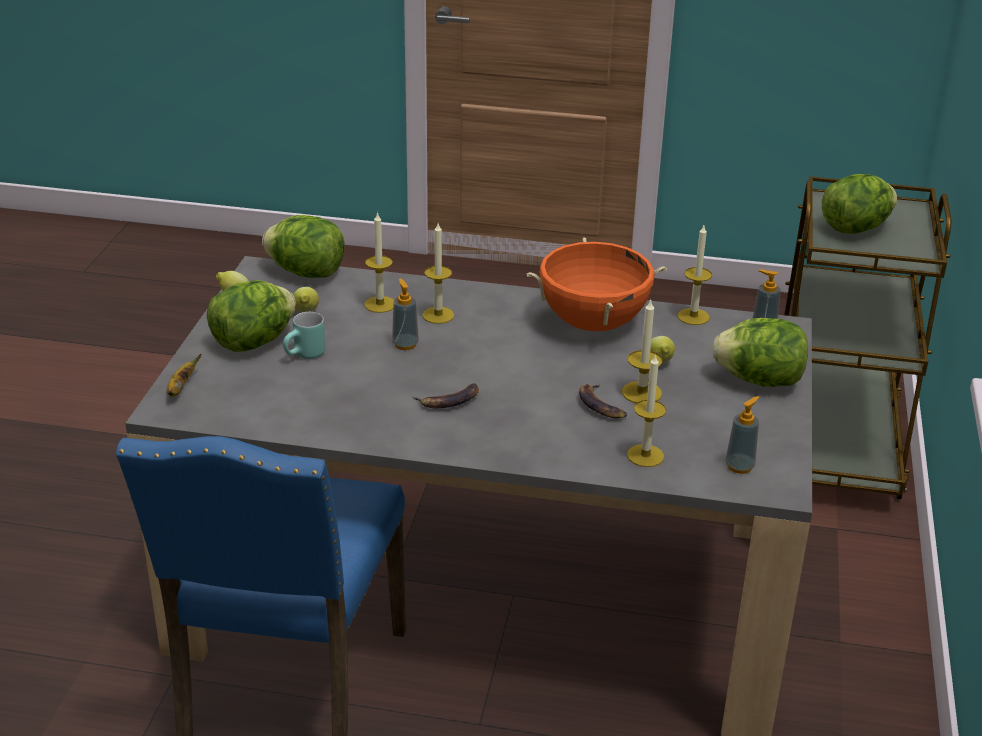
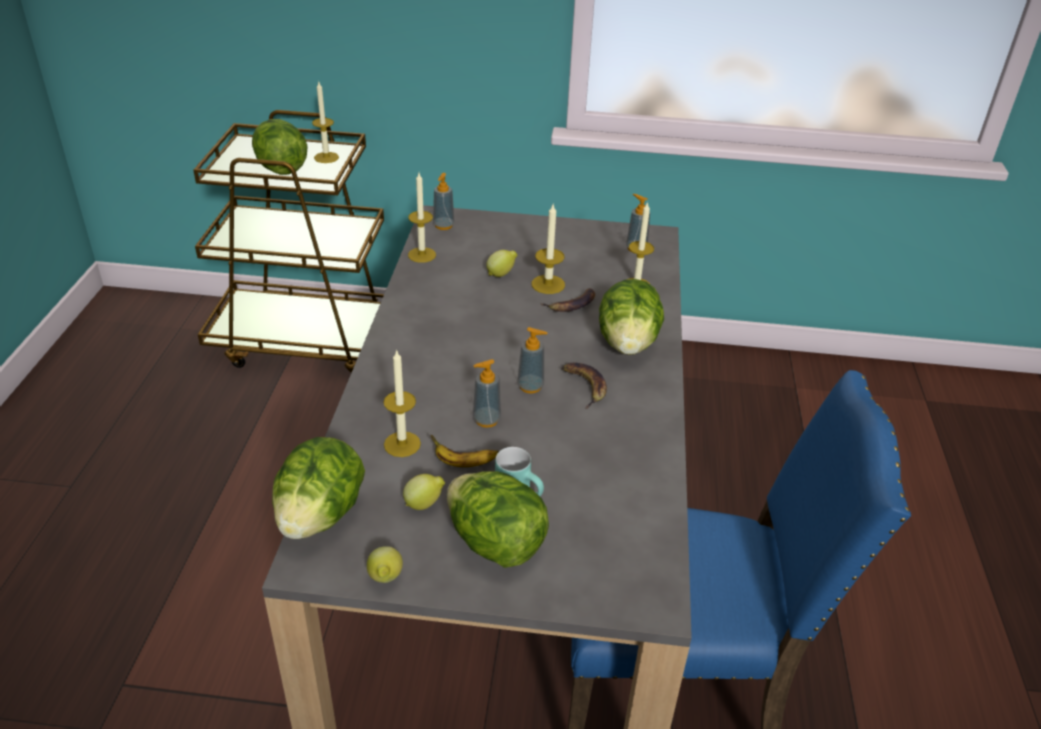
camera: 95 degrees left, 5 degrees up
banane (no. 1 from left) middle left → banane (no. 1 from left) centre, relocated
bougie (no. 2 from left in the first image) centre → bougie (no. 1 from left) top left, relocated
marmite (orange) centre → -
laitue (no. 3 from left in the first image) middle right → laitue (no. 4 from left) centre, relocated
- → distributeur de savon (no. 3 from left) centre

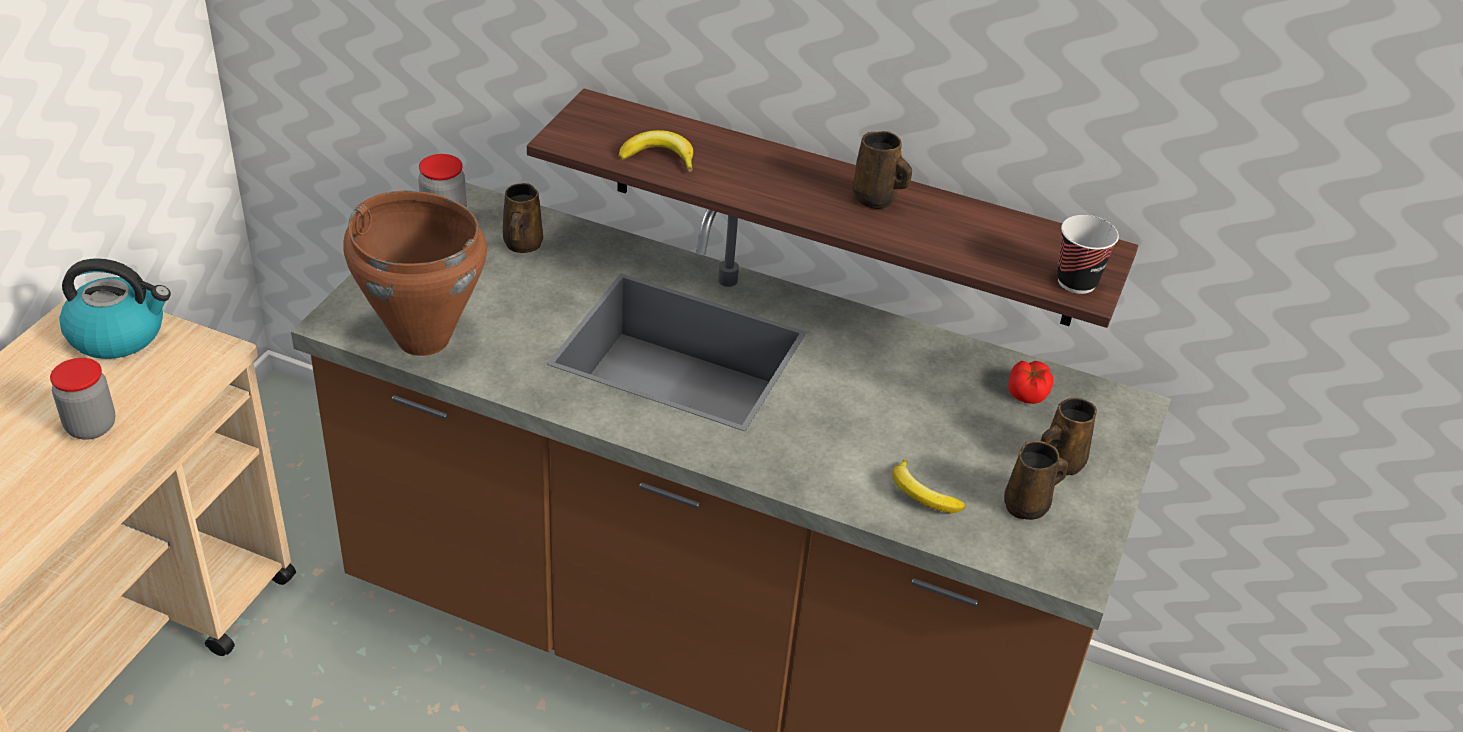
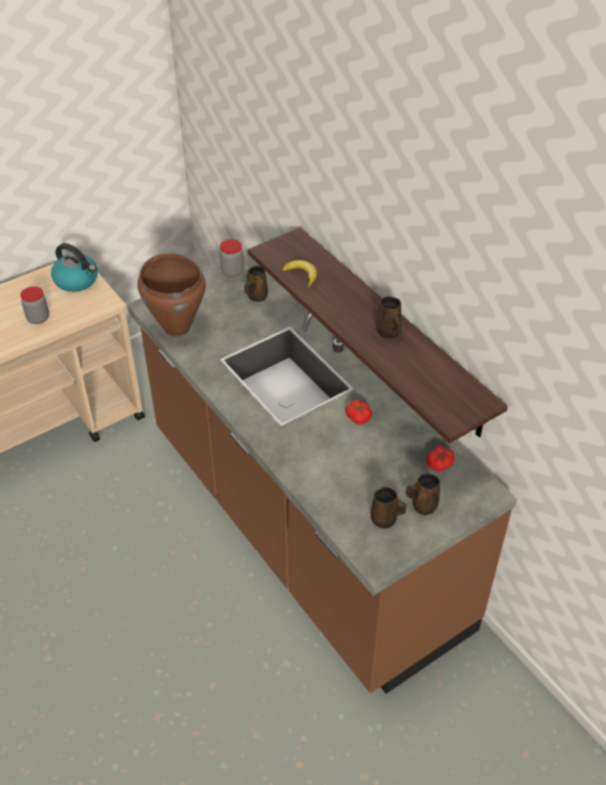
camera: 35 degrees right, 5 degrees up
banane (no. 2 from left) centre → -
tasse middle right → -
- → tomate (no. 1 from left) centre

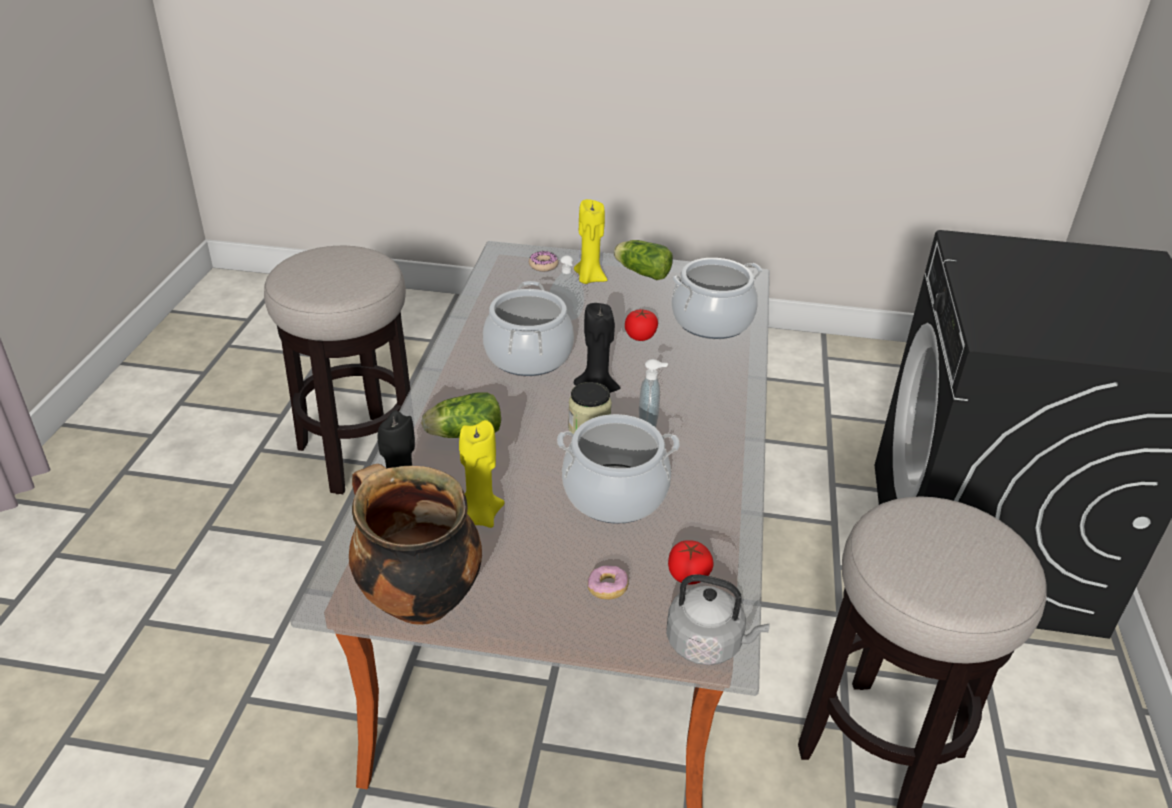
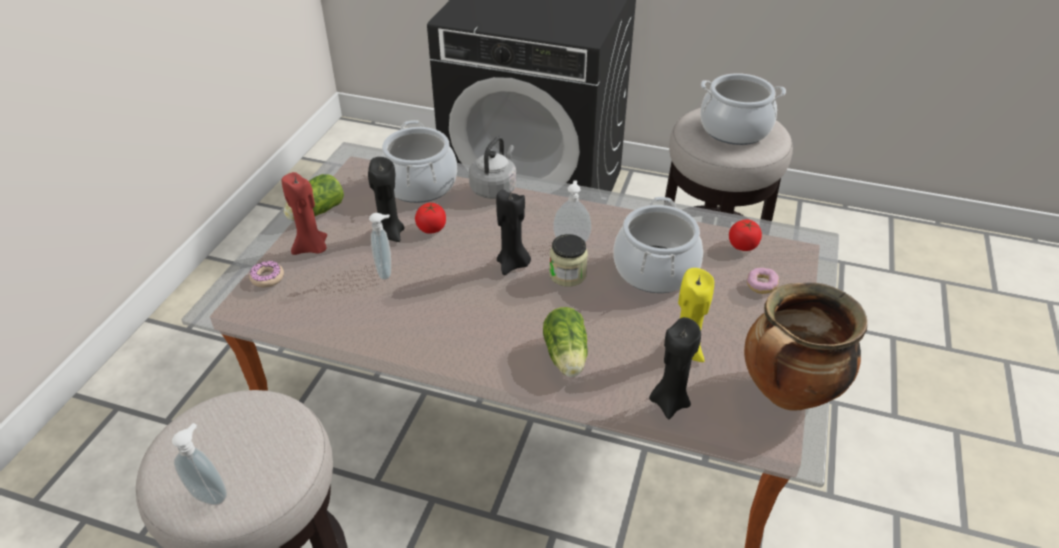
camera: 80 degrees left, 5 degrees up
marmite (no. 2 from left in the first image) centre → marmite (no. 3 from left) top right, relocated
bougie (jaune) (no. 2 from left) top centre → bougie (rouge) middle left
bouilloire (gris) bottom centre → bouilloire (gris) top centre, relocated
- → distributeur de savon (no. 1 from left) bottom left
- → bougie (noir) (no. 1 from left) centre

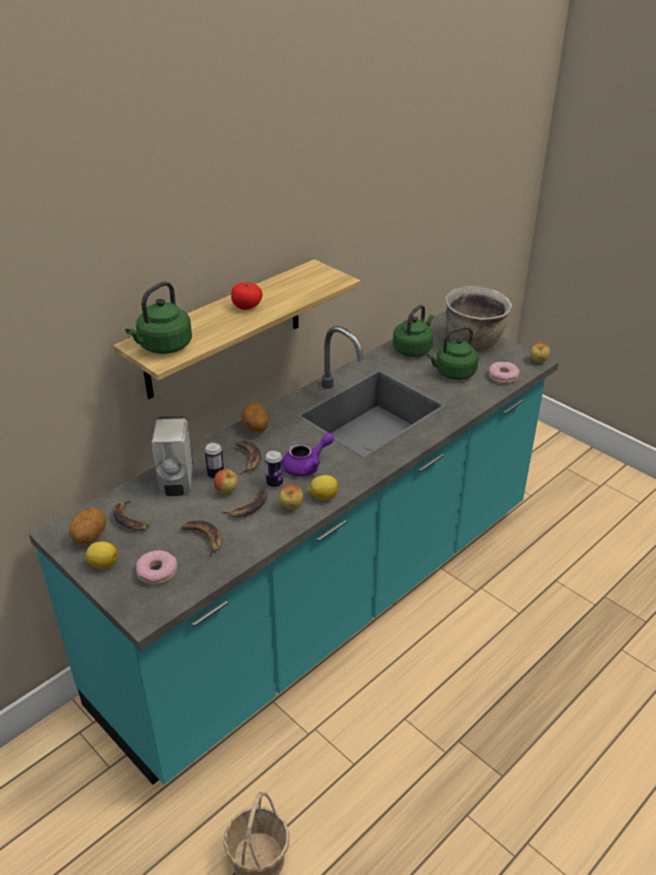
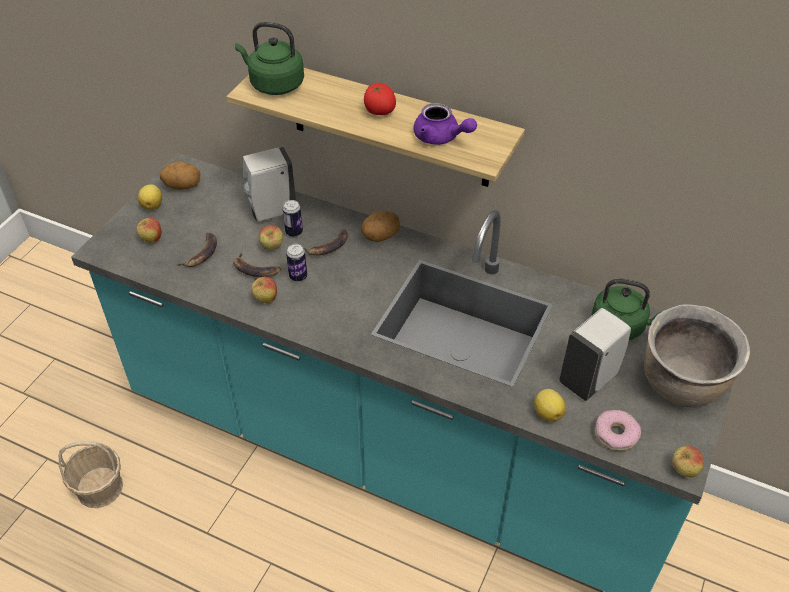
camera: 70 degrees right, 10 degrees up
banane (no. 1 from left) middle left → -
beignet (no. 1 from left) middle left → pomme (no. 1 from left) middle left
théière (violet) centre → théière (violet) top centre, relocated
citron (no. 2 from left) centre → citron (no. 2 from left) bottom right, relocated
bouilloire (vert) (no. 3 from left) middle right → distributeur de savon (blanc) (no. 2 from left) middle right

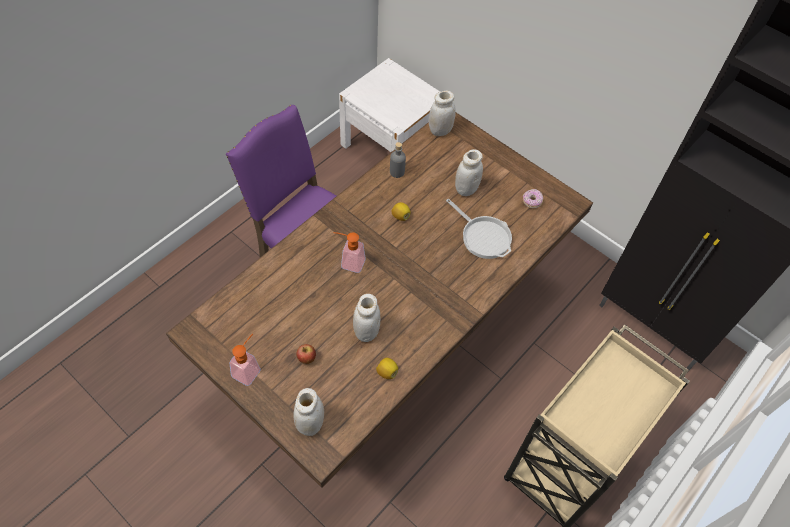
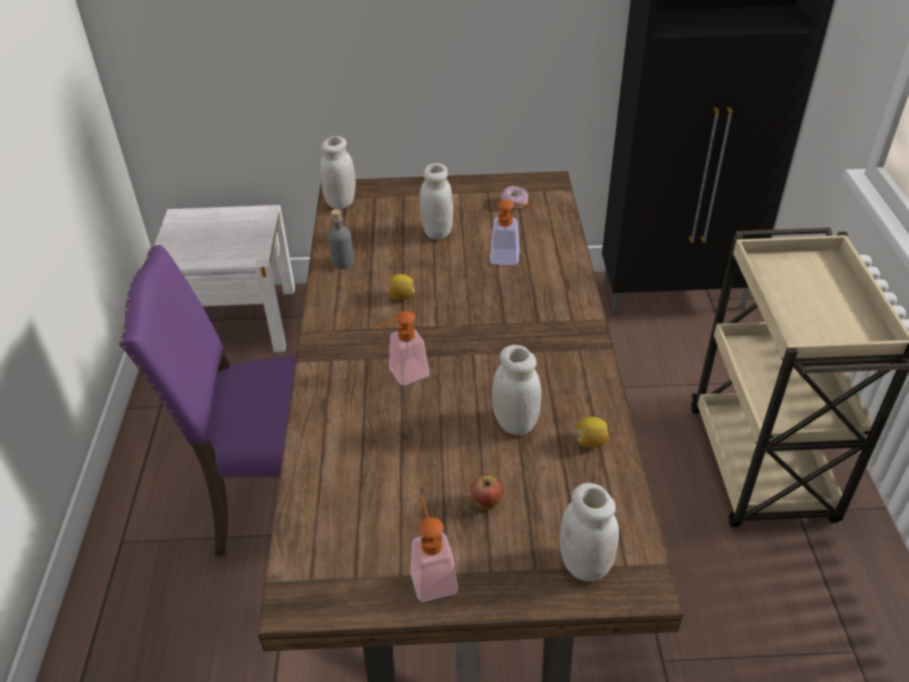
camera: 40 degrees left, 15 degrees down
poêle centre → distributeur de savon (no. 3 from left) centre

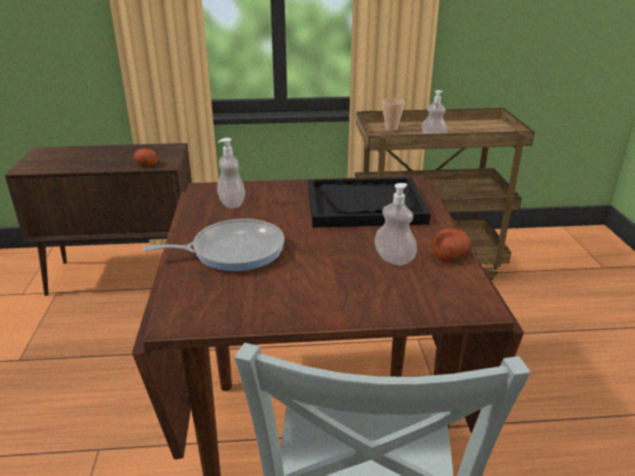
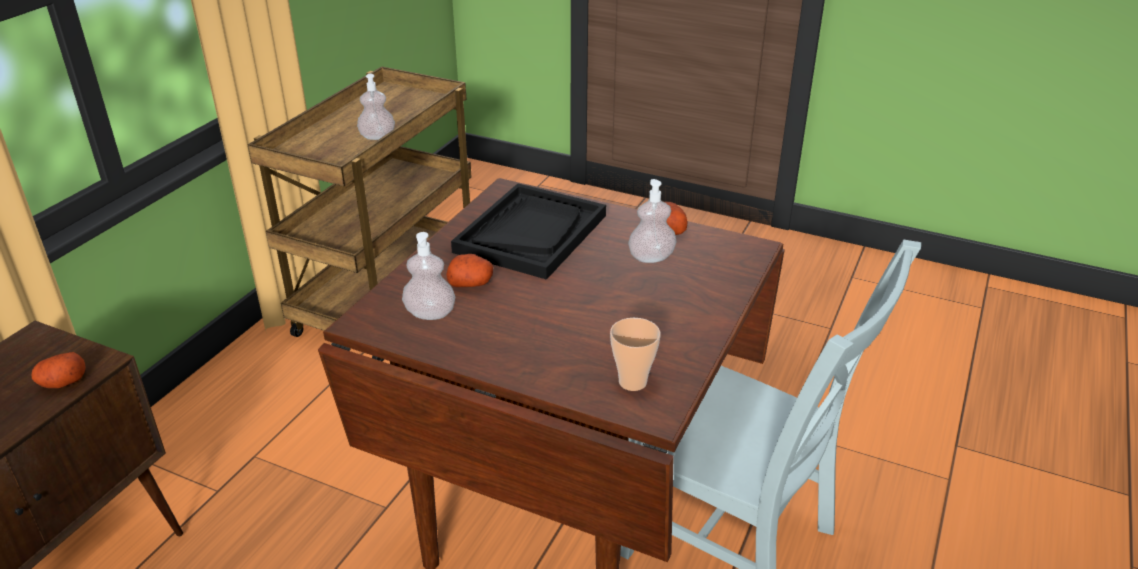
camera: 60 degrees left, 5 degrees up
poêle centre → -
tasse top centre → tasse centre, relocated
- → pomme de terre (no. 2 from left) centre

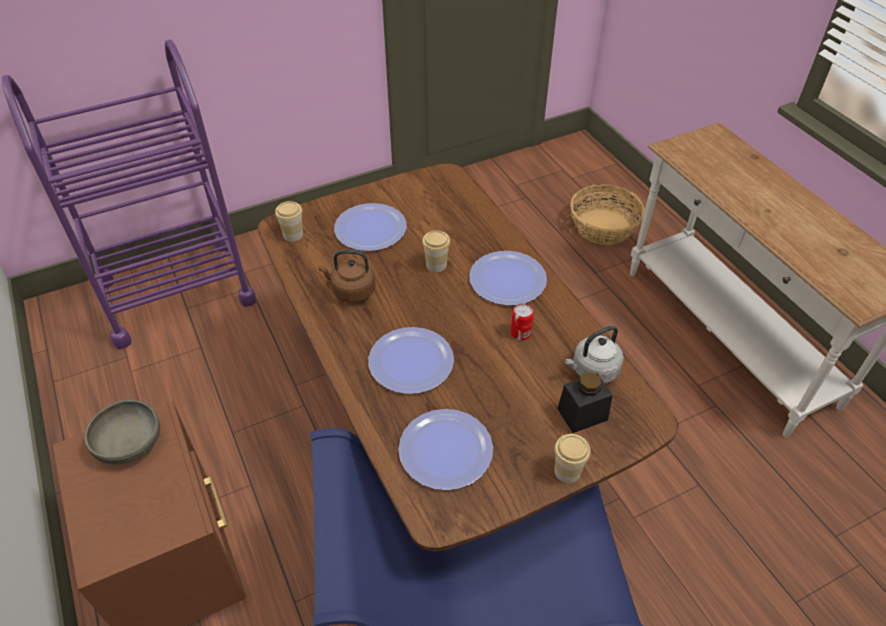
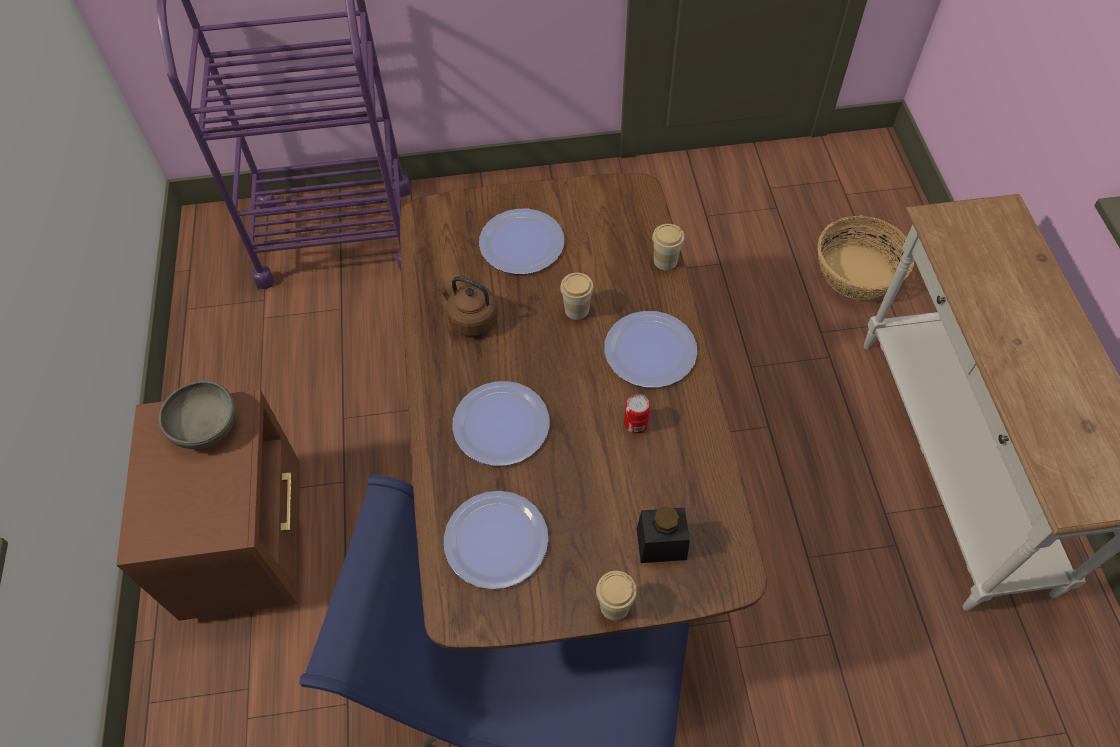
camera: 20 degrees right, 10 degrees up
tasse (no. 1 from left in the first image) middle left → tasse (no. 3 from left) top centre, relocated
bouilloire (gris) middle right → -

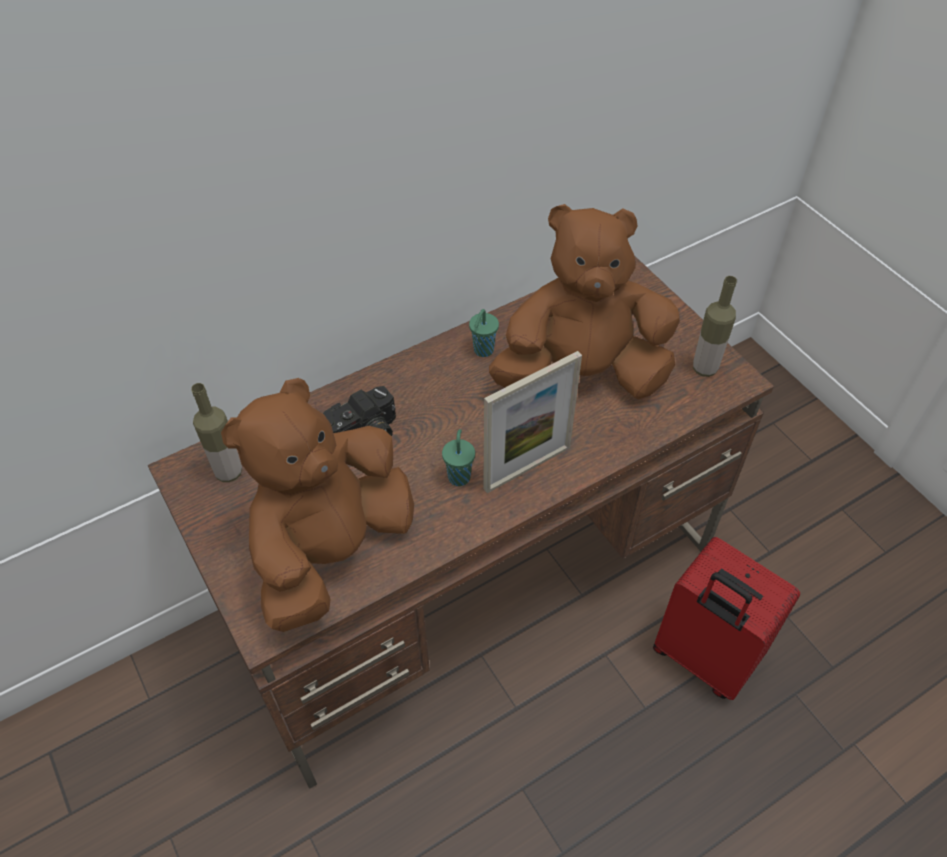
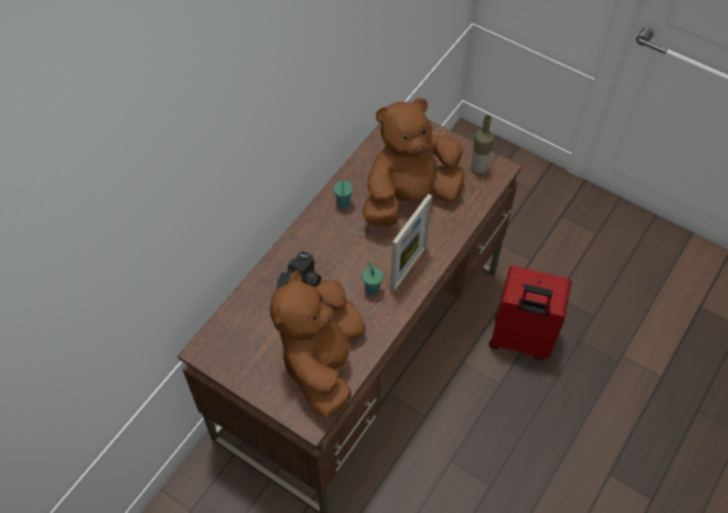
camera: 25 degrees left, 5 degrees up
bouteille (no. 1 from left) middle left → -

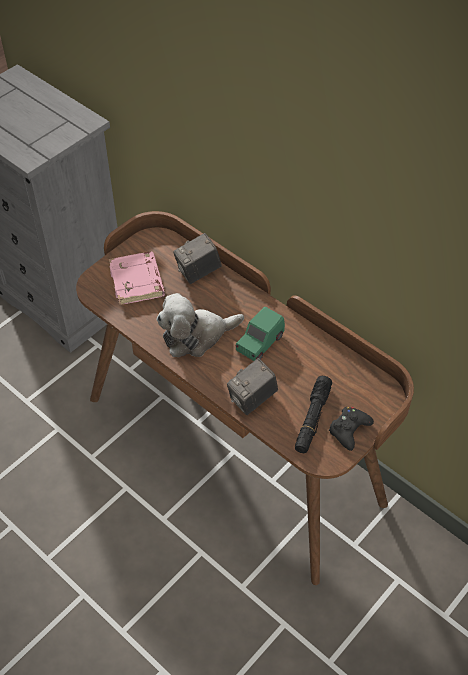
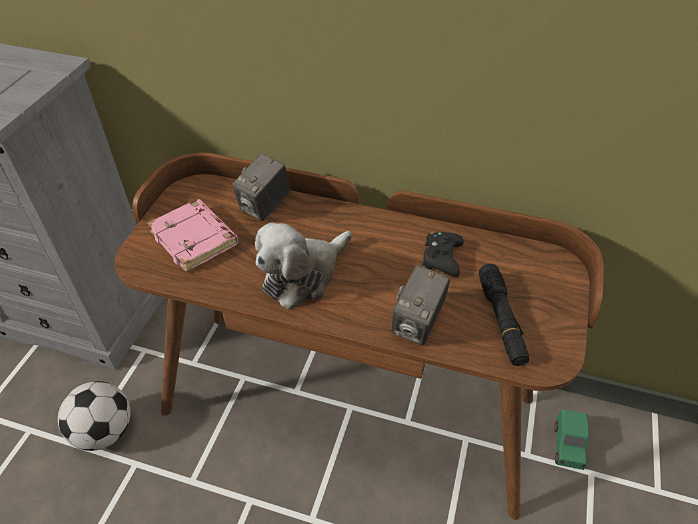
camera: 25 degrees left, 5 degrees down
petite voiture (vert) centre → petite voiture (vert) bottom right, relocated
manette (noir) middle right → manette (noir) centre, relocated
- → ballon de foot bottom left

